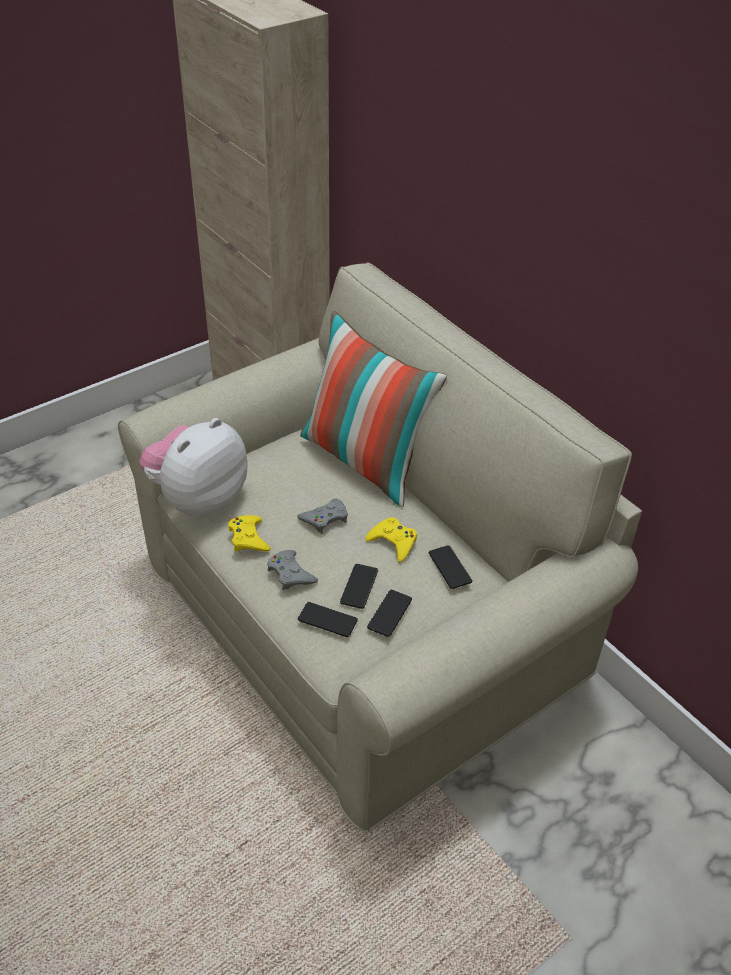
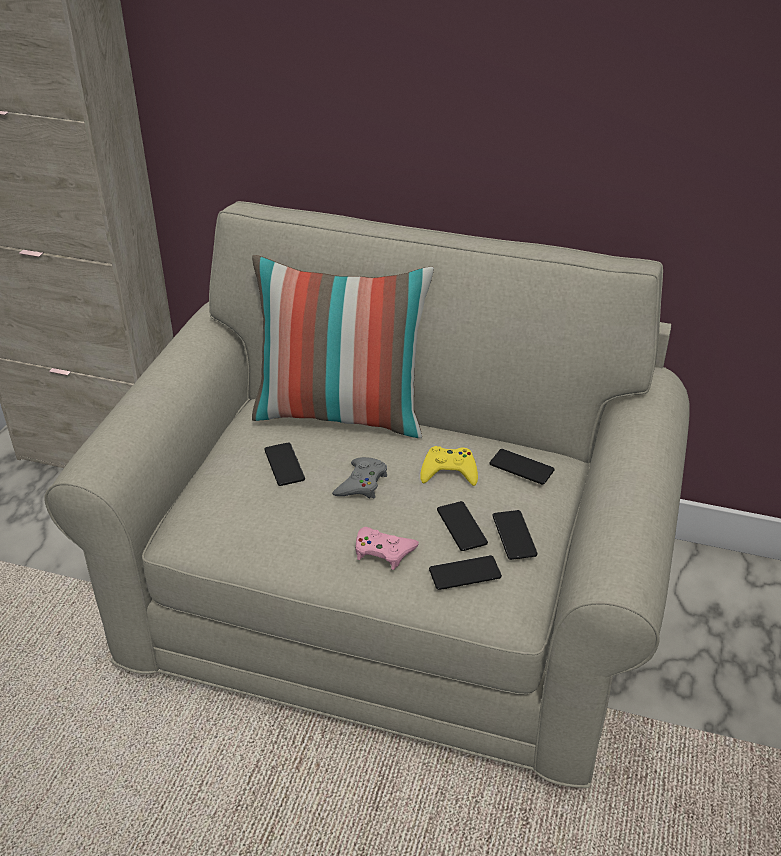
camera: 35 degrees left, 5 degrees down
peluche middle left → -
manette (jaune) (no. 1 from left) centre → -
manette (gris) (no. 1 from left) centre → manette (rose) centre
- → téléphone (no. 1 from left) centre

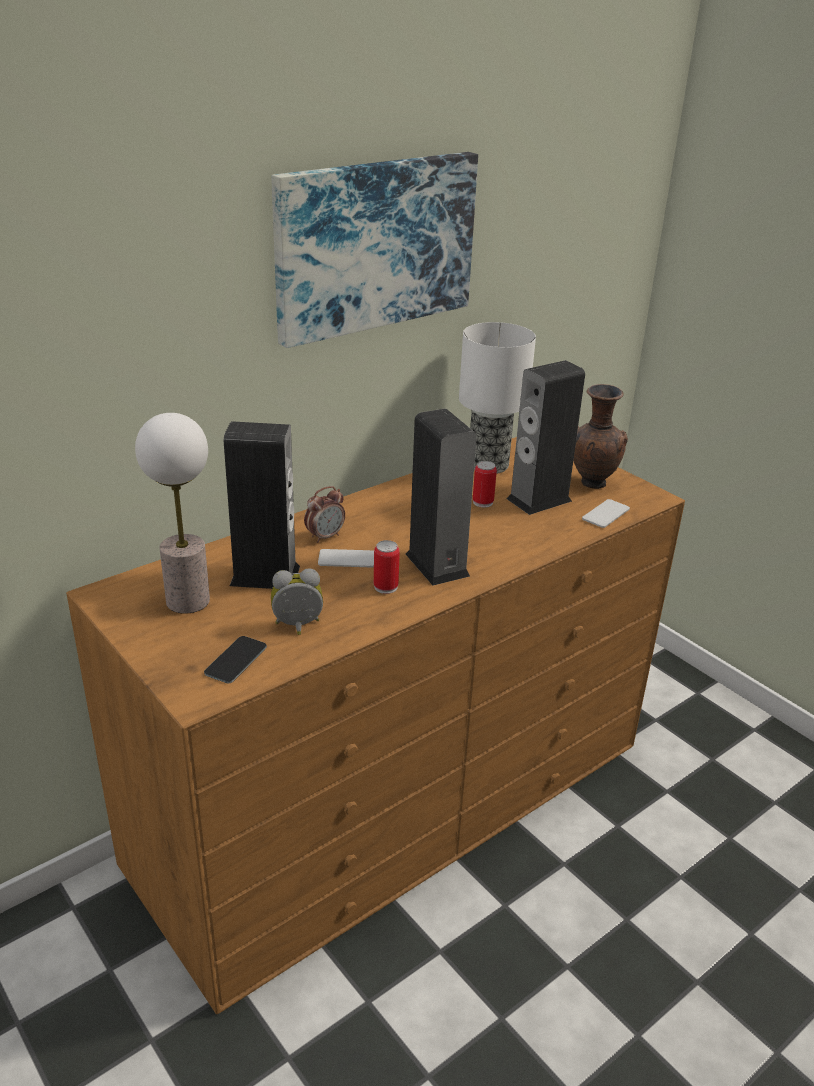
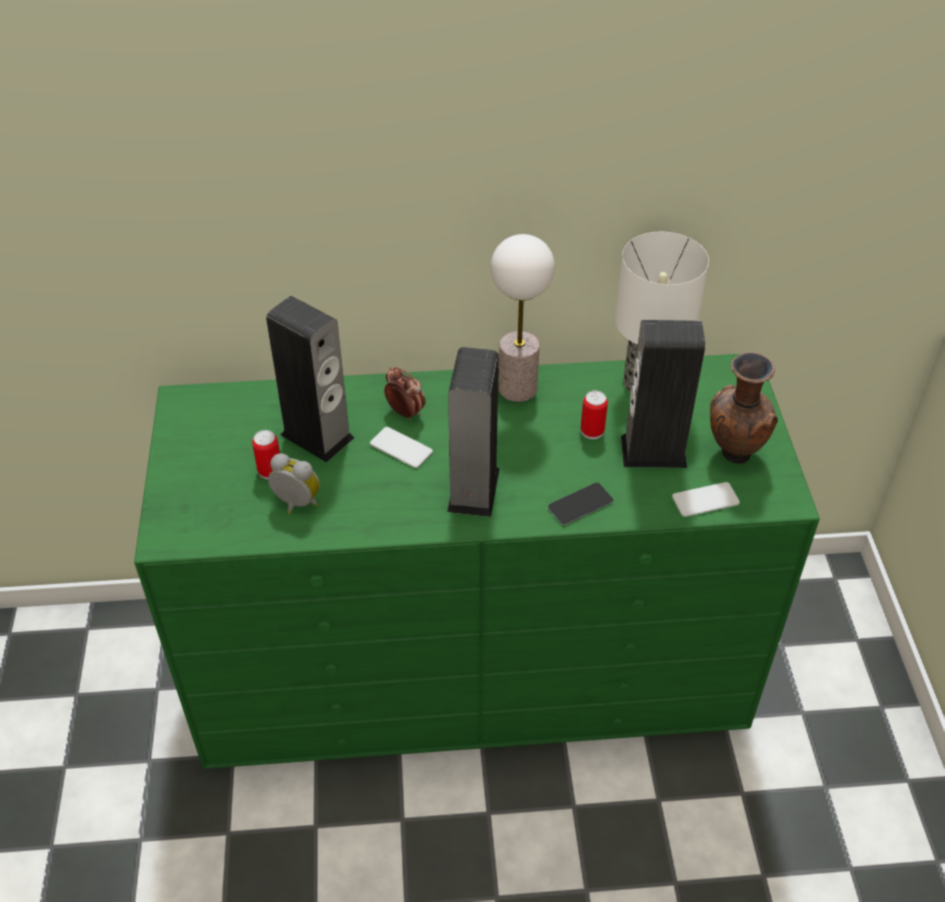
camera: 35 degrees right, 15 degrees up
commode (marron) bottom centre → commode (vert) centre
lampe de table (no. 1 from left) middle left → lampe de table (no. 1 from left) centre, relocated
téléphone (no. 1 from left in the first image) middle left → téléphone (no. 2 from left) centre, relocated
tableau top centre → -
réveil (no. 2 from left) centre, 135 degrees counterclockwise
boîte métallique (no. 1 from left) centre → boîte métallique (no. 1 from left) middle left, relocated

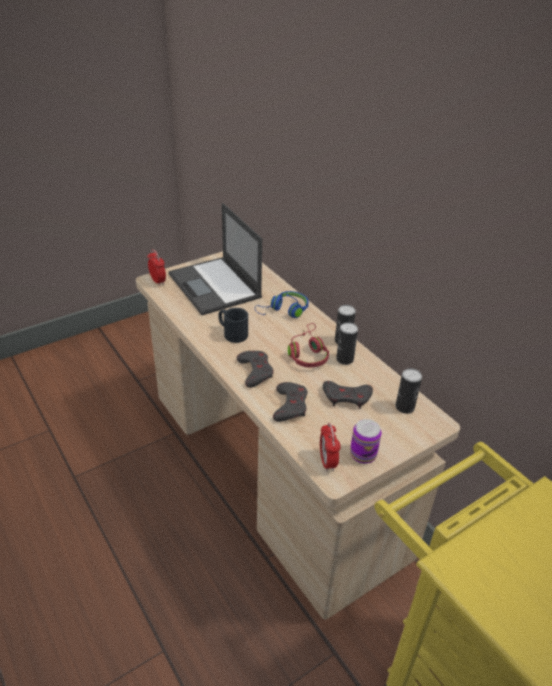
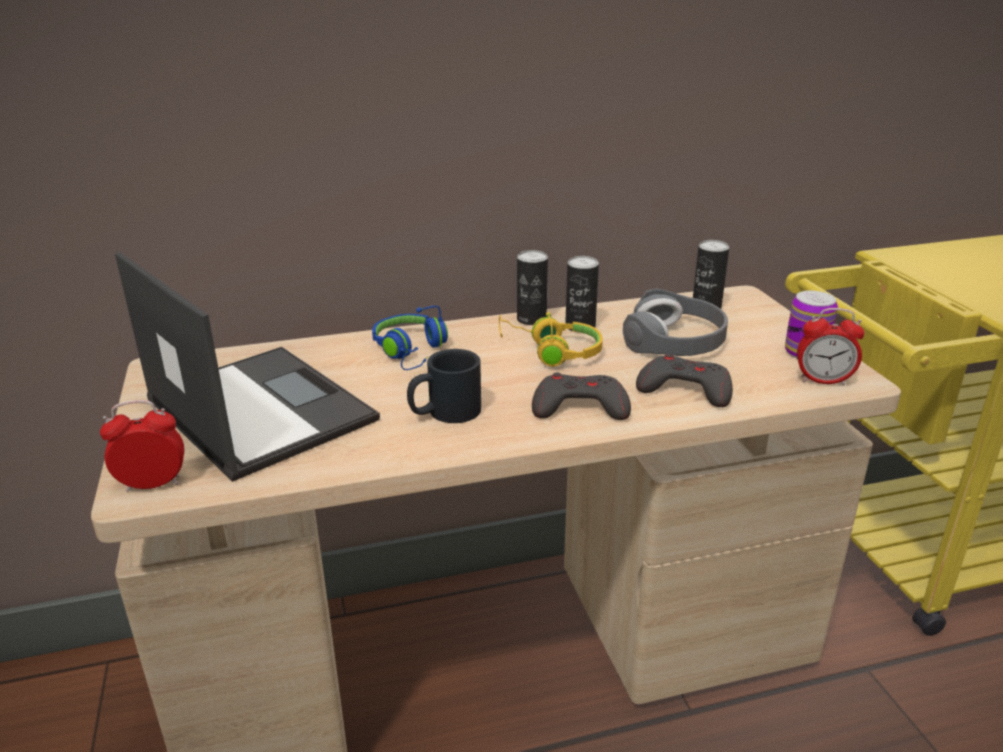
camera: 70 degrees left, 10 degrees down
ordinateur portable centre → ordinateur portable middle left, 120 degrees counterclockwise
casque audio (rouge) centre → casque audio (jaune) centre
manette (gris) (no. 3 from left) centre → casque audio (gris) middle right

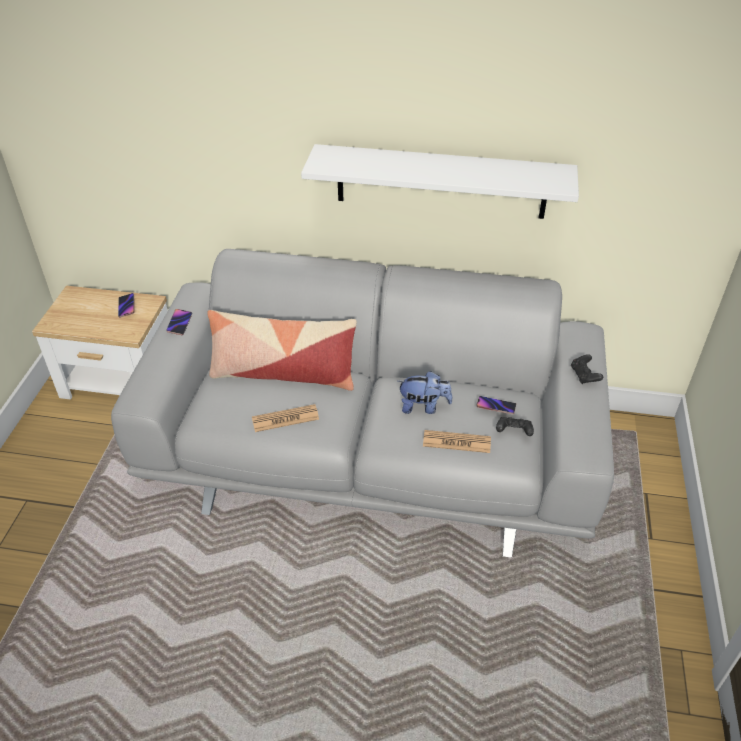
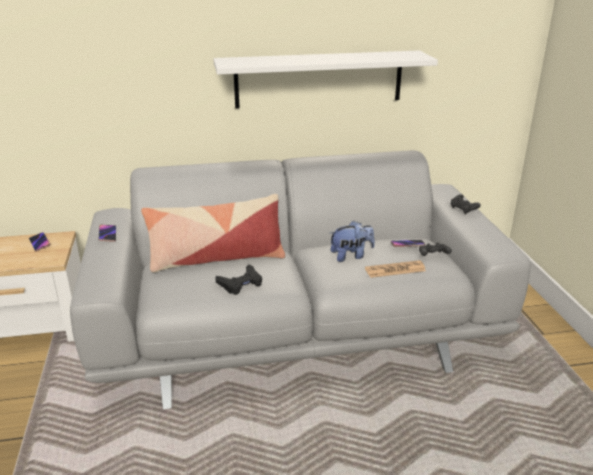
camera: 20 degrees left, 15 degrees down
journal (no. 1 from left) centre → manette (noir) (no. 1 from left) centre

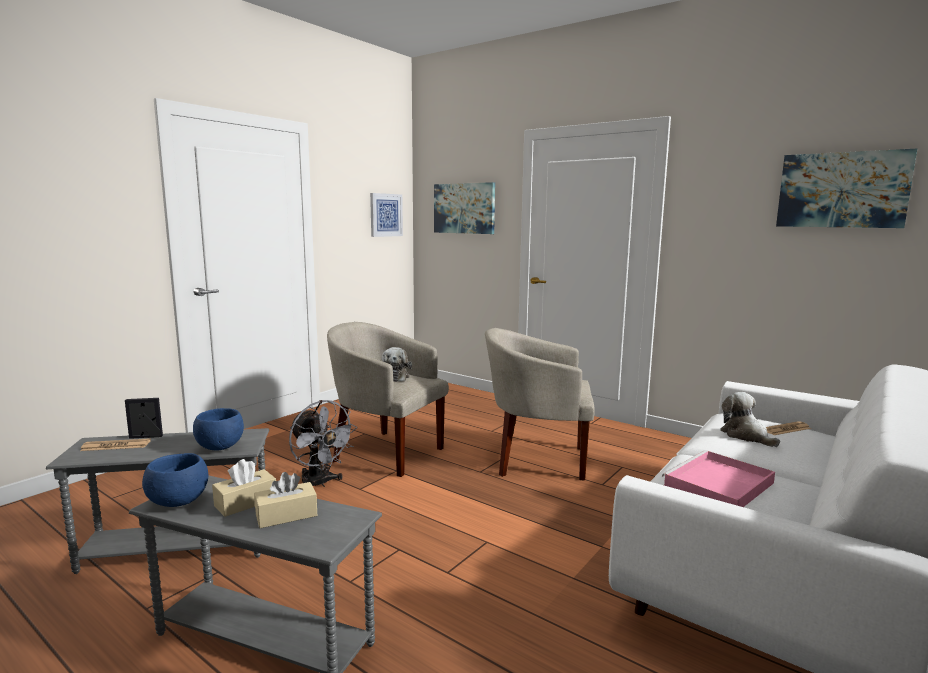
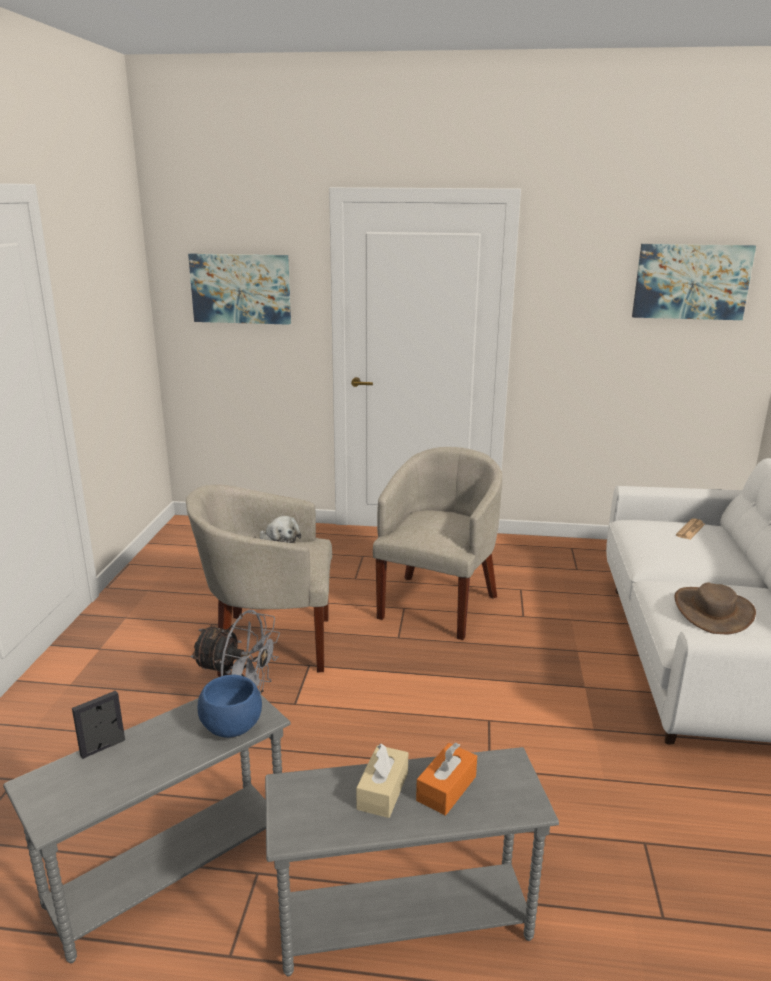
camera: 30 degrees left, 10 degrees up
journal (no. 1 from left) middle left → -
bol (bleu) (no. 1 from left) bottom left → -
boîte à mouchoirs (beige) (no. 2 from left) bottom left → boîte à mouchoirs (orange) bottom centre
tableau (no. 1 from left) top centre → -
fauteuil (beige) (no. 2 from left) centre, 135 degrees clockwise
plateau (rose) bottom right → chapeau (marron) middle right
peluche (no. 2 from left) middle right → -

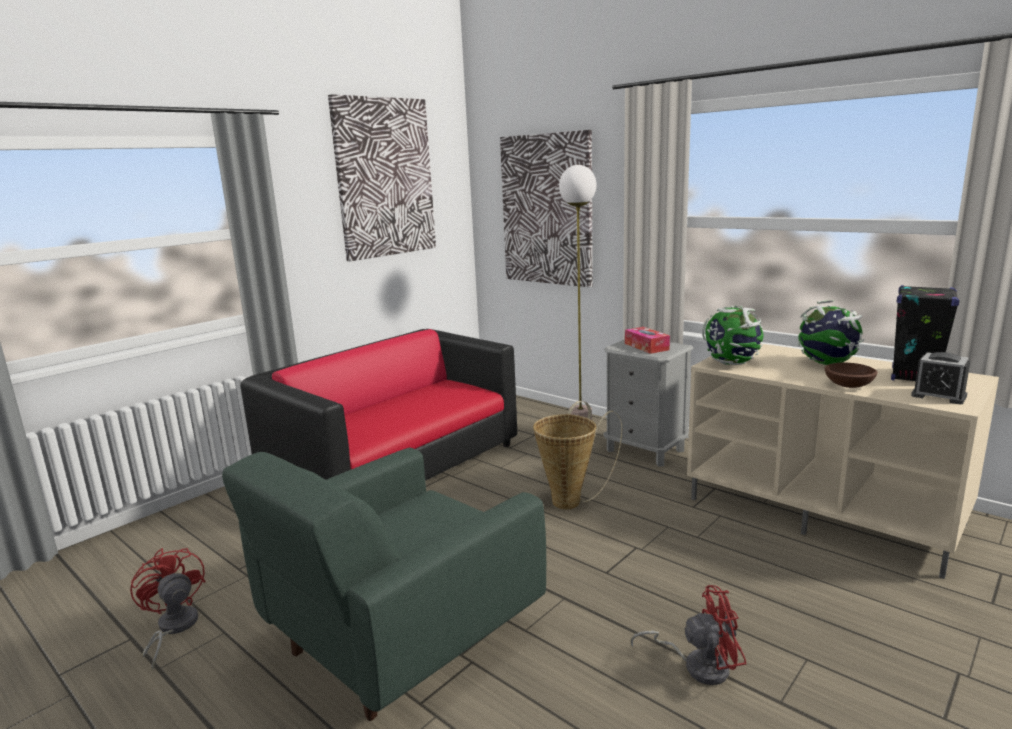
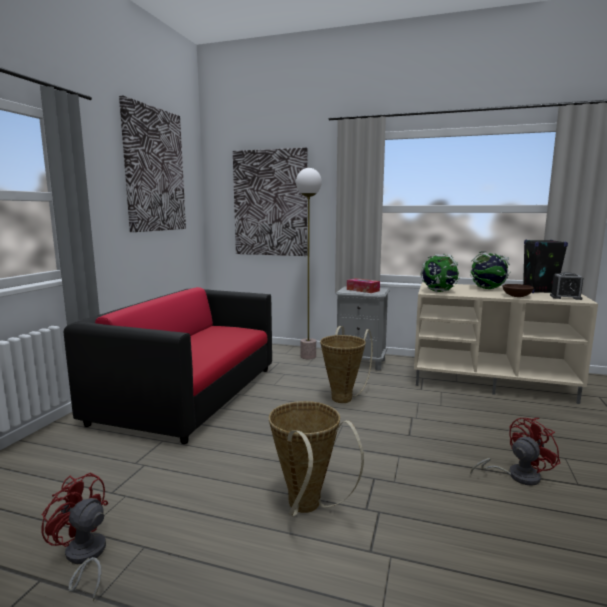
camera: 25 degrees left, 5 degrees down
fauteuil (vert) bottom centre → panier (no. 1 from left) bottom centre

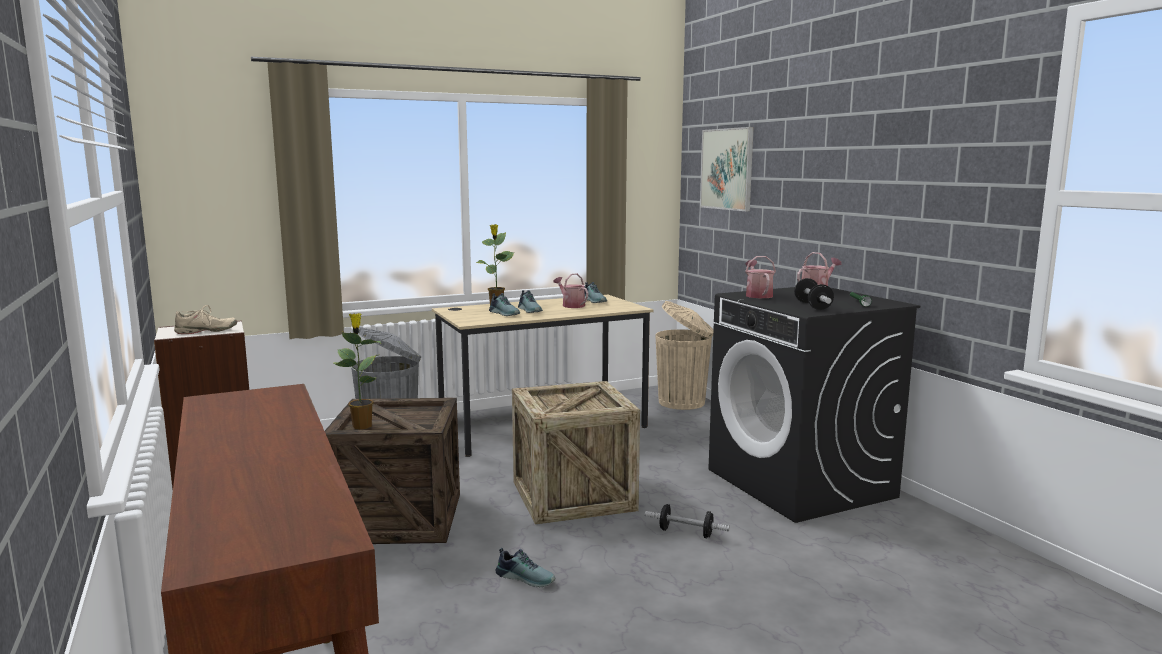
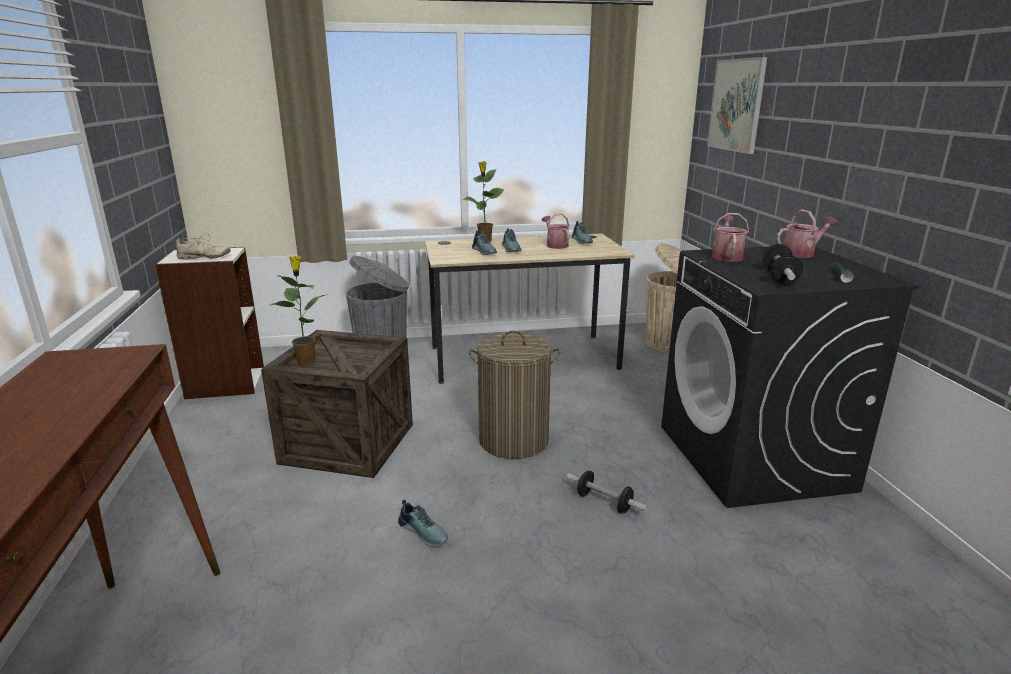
camera: 15 degrees right, 10 degrees up
caisse (no. 2 from left) bottom centre → panier à linge centre

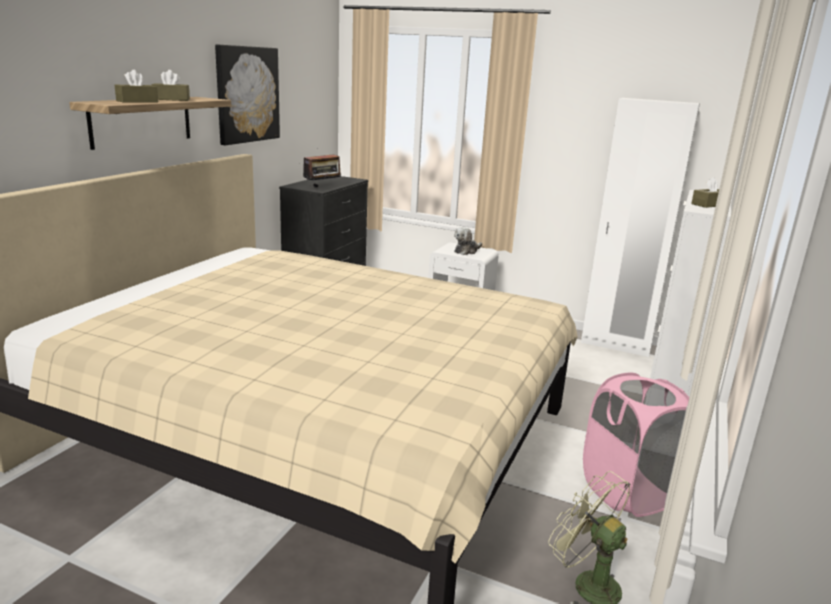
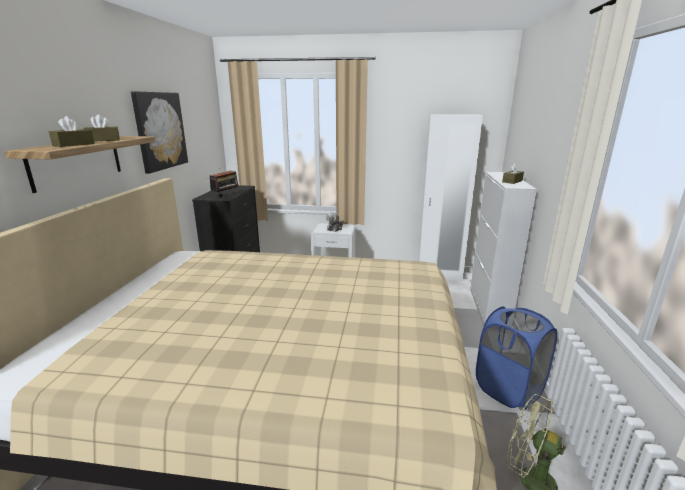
camera: 15 degrees left, 0 degrees up
panier à linge (rose) bottom right → panier à linge (bleu) bottom right

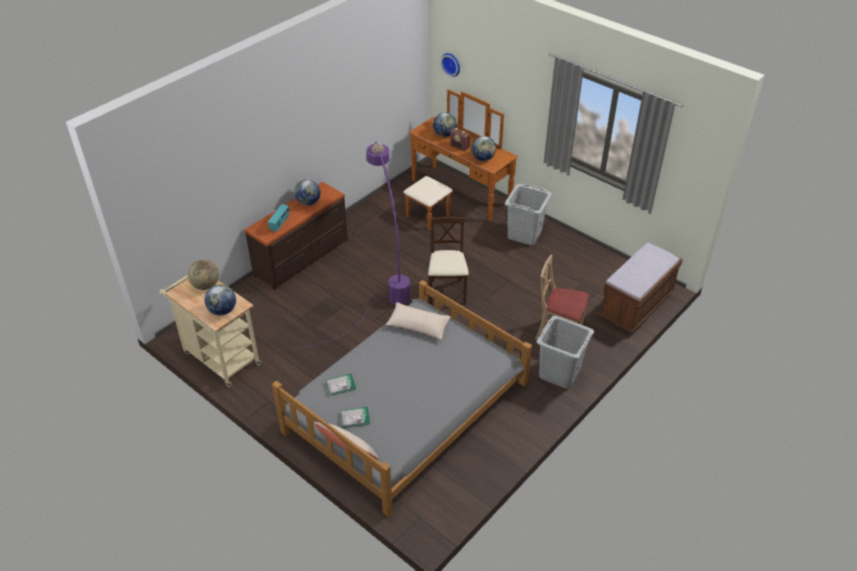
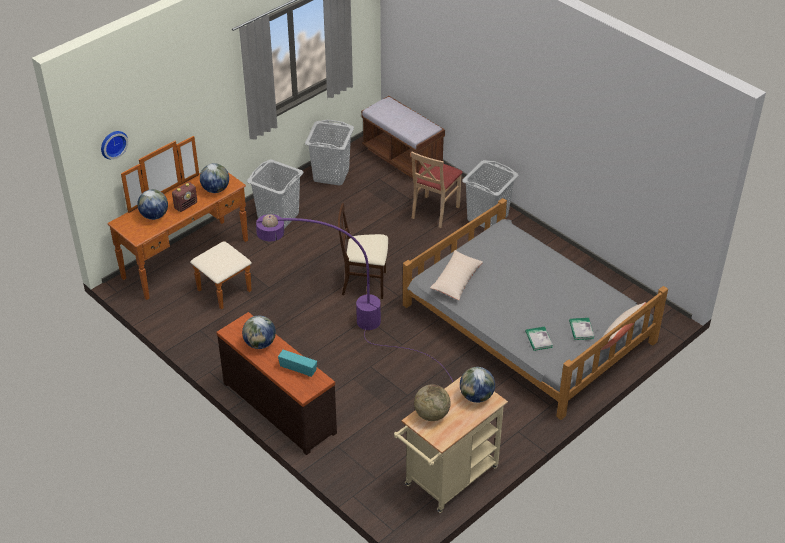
camera: 85 degrees left, 0 degrees up
- → panier à linge (gris) (no. 2 from left) top centre

